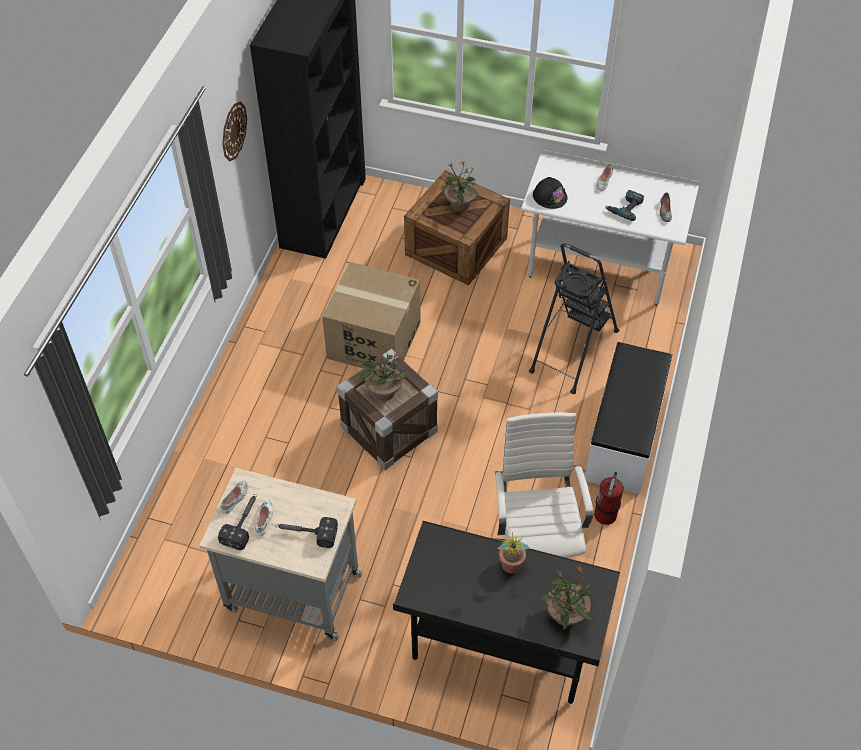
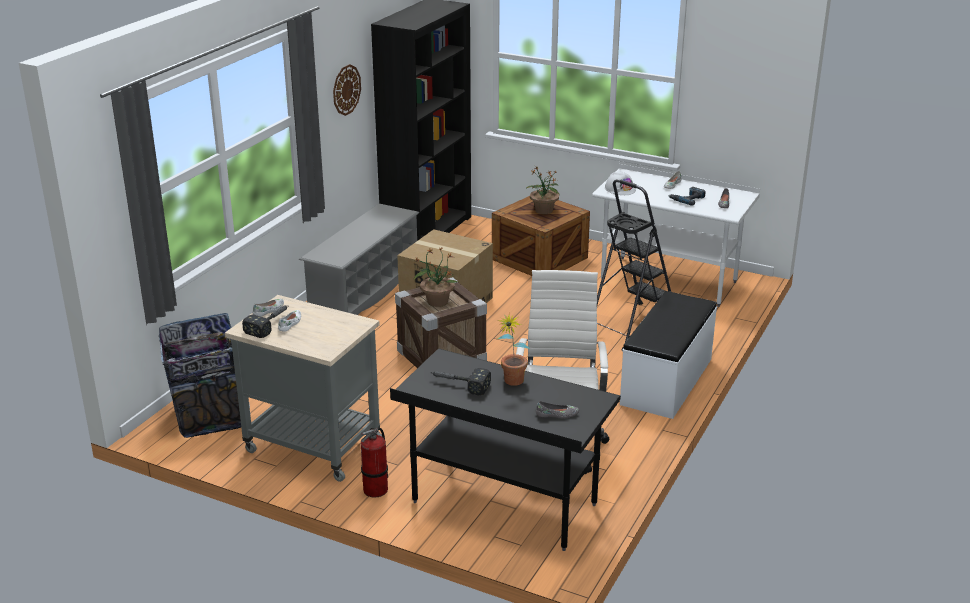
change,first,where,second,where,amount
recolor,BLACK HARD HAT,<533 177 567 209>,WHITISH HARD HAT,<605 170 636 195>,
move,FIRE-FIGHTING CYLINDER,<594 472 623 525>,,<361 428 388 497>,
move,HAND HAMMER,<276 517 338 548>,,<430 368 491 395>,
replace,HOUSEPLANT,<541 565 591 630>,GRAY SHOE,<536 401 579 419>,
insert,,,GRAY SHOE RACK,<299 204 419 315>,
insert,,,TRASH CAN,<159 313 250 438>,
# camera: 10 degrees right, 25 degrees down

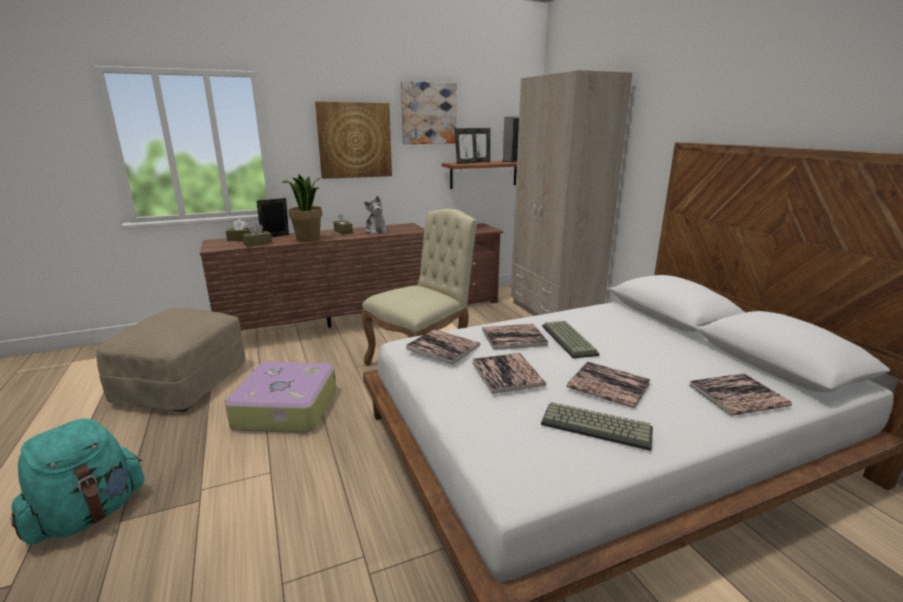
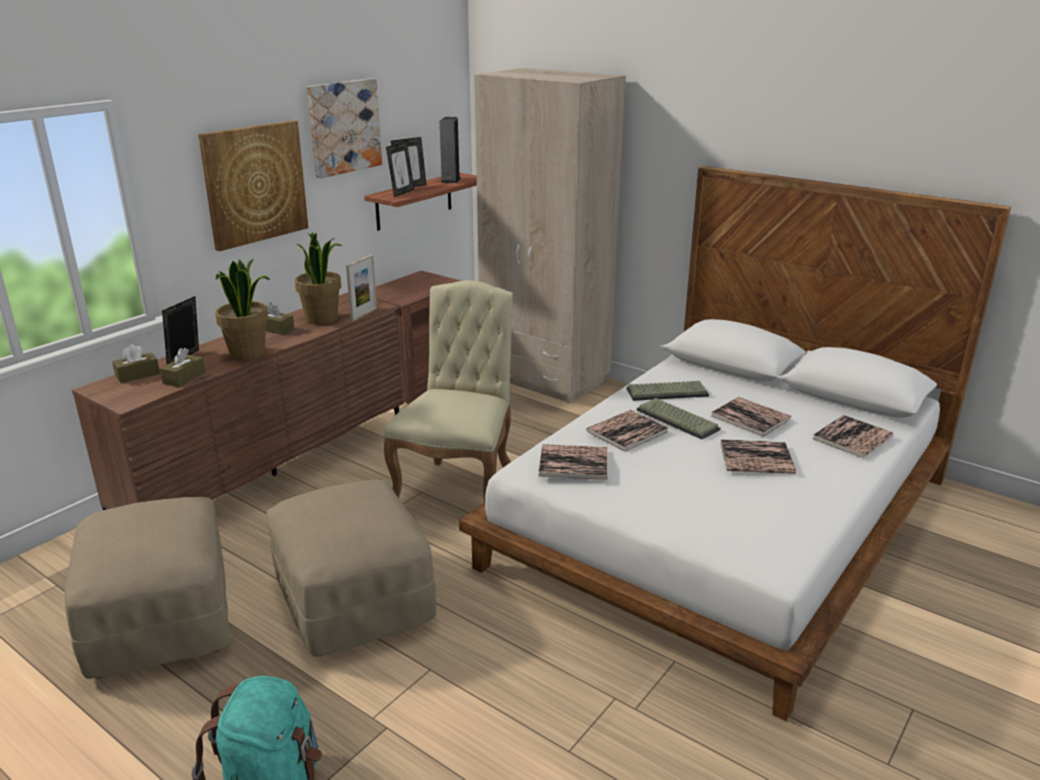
change,first,where,second,where,amount
replace,CUDDLY TOY,<364 196 388 234>,HOUSEPLANT,<295 232 342 325>,
move,VOLUME,<472 353 546 394>,,<711 397 791 437>,
replace,PIECE OF LUGGAGE,<225 362 336 433>,SAND-COLOURED OTTOMAN,<267 480 436 657>,
move,PC KEYBOARD,<541 402 653 451>,,<627 381 709 401>,
insert,,,PHOTO FRAME,<346 255 377 321>,
# camera: 30 degrees left, 5 degrees up

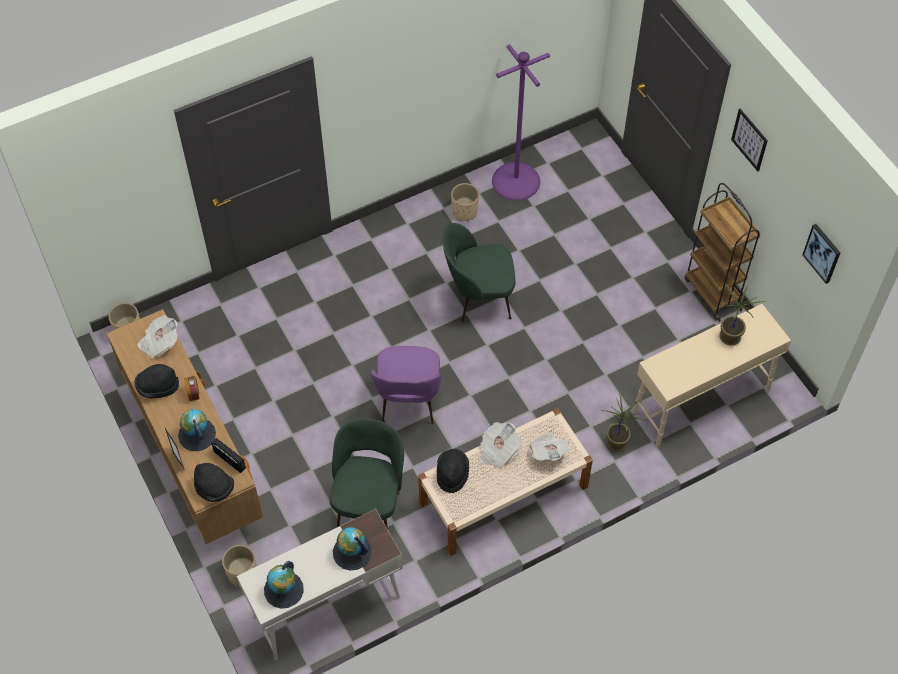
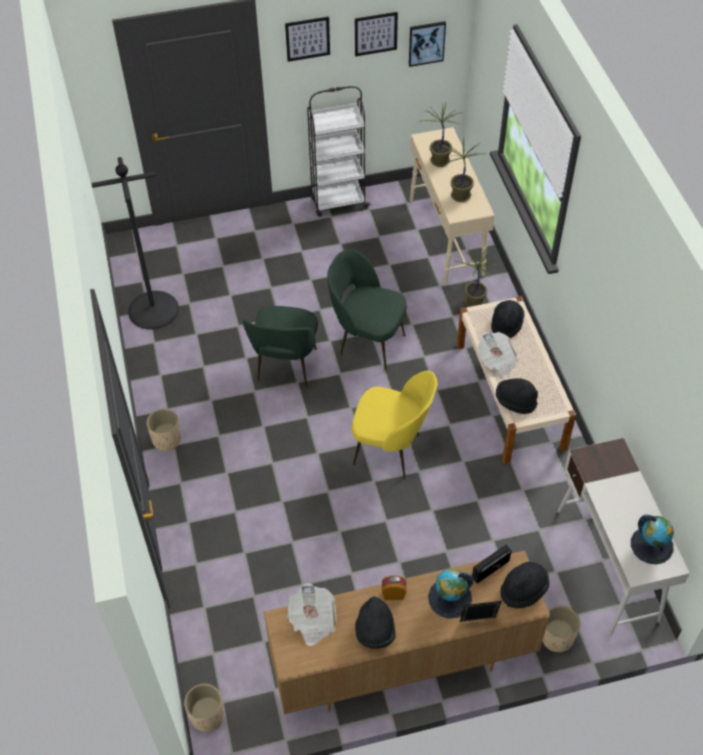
change,first,where,second,where,amount
recolor,PURPLISH CLOTHES RACK,<492 44 550 201>,BLACK CLOTHES RACK,<91 157 179 329>,
move,SAND-COLOURED FLOWER POT,<451 183 479 221>,,<147 409 181 451>,
recolor,BROWNISH WHEELED CART,<685 183 760 322>,WHITISH WHEELED CART,<307 86 371 217>,
recolor,PURPLISH CHAIR,<371 346 441 424>,YELLOW-COLOURED CHAIR,<352 371 438 478>,
move,GREEN CHAIR,<330 418 404 529>,,<327 250 407 371>,
replace,DAILY PAPER,<529 432 570 461>,BLACK HAT,<491 300 525 338>,
delete,GLOBE,<333 527 372 570>,,,
insert,,,WALL PICTURE,<355 12 398 56>,
insert,,,HOUSEPLANT,<443 138 486 202>,
# camera: 75 degrees left, 5 degrees down

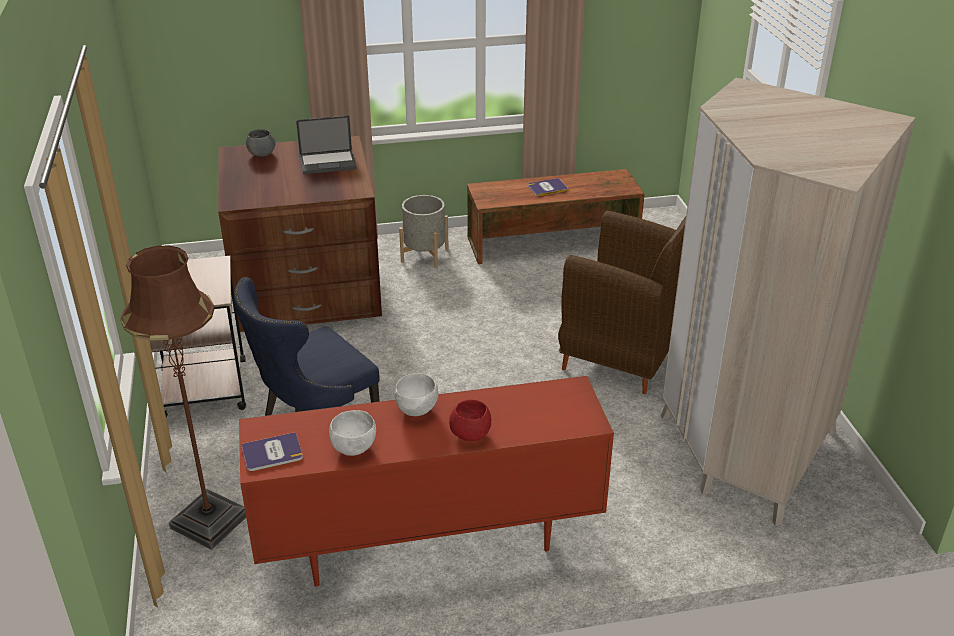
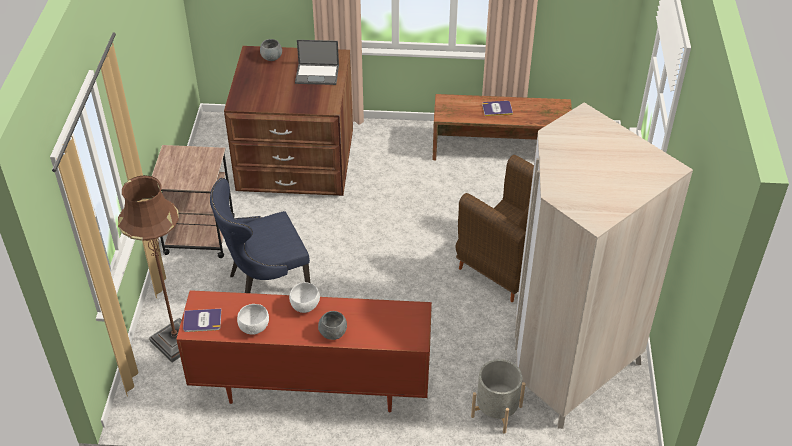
change,first,where,second,where,amount
move,GRAY FLOWER POT,<399 195 449 268>,,<471 359 526 434>,
recolor,RED-COLOURED DEEP DISH,<449 399 491 441>,GRAY DEEP DISH,<318 311 347 340>,
# camera: 15 degrees right, 10 degrees up

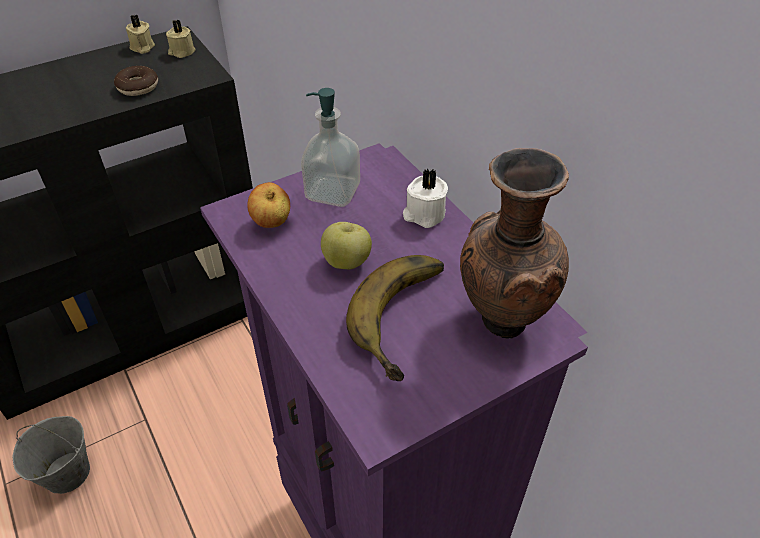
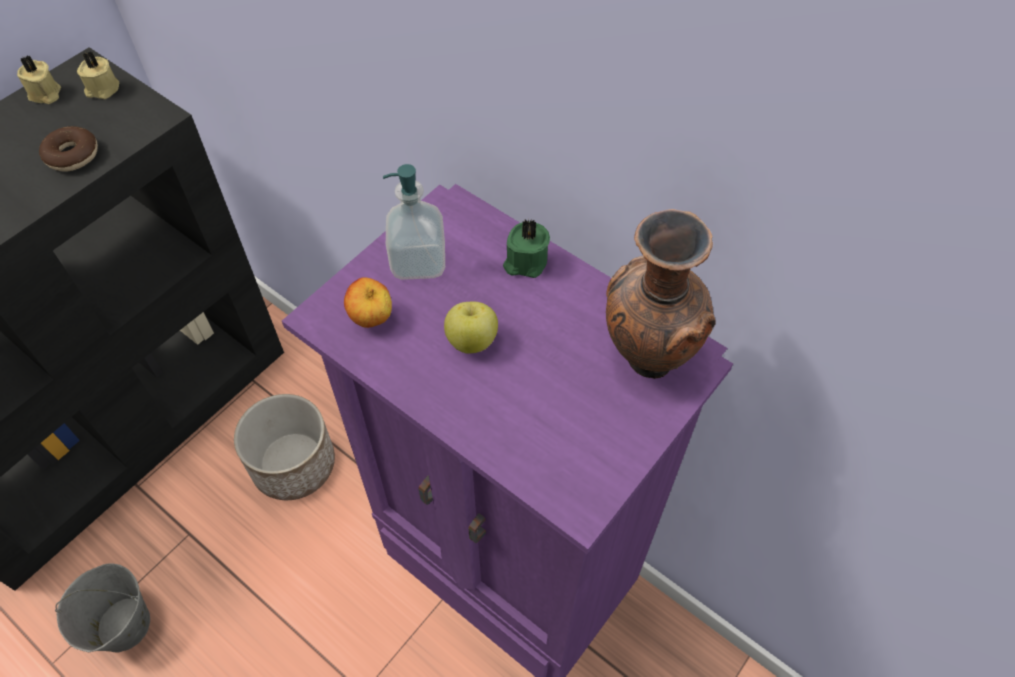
change,first,where,second,where,amount
recolor,WHITISH WAX LIGHT,<403 169 448 228>,GREEN WAX LIGHT,<503 218 550 278>,
delete,BANANA,<346 255 444 381>,,,
insert,,,FLOWER POT,<234 394 335 500>,
# camera: 20 degrees left, 10 degrees up

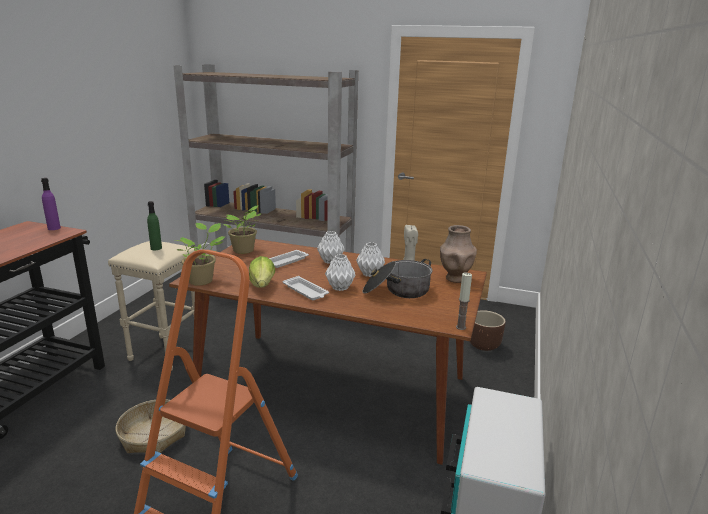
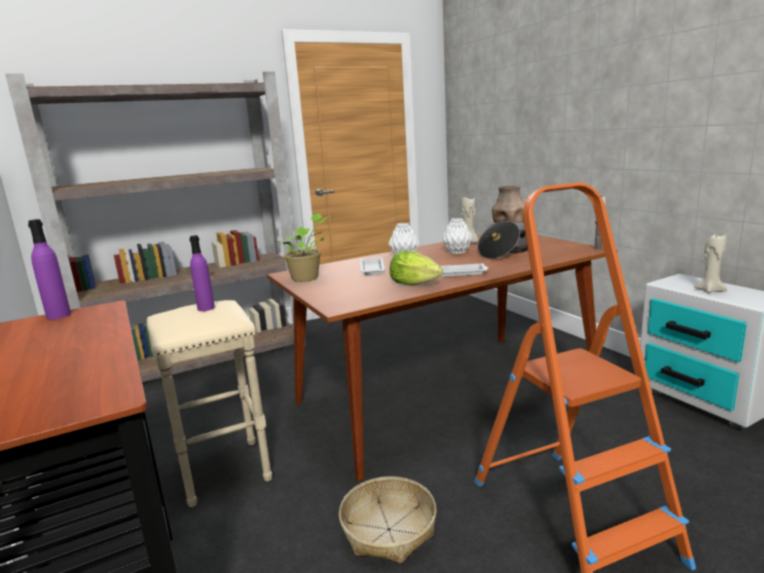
change,first,where,second,where,amount
recolor,GREEN BEVERAGE BOTTLE,<147 201 162 250>,PURPLISH BEVERAGE BOTTLE,<190 235 215 311>,
delete,HOUSEPLANT,<176 223 226 286>,,,
delete,WHITISH VASE,<325 254 355 291>,,,
delete,BROWNISH FLOWER POT,<469 310 506 351>,,,
insert,,,SAND-COLOURED WAX LIGHT,<694 234 727 293>,
# camera: 45 degrees left, 5 degrees down

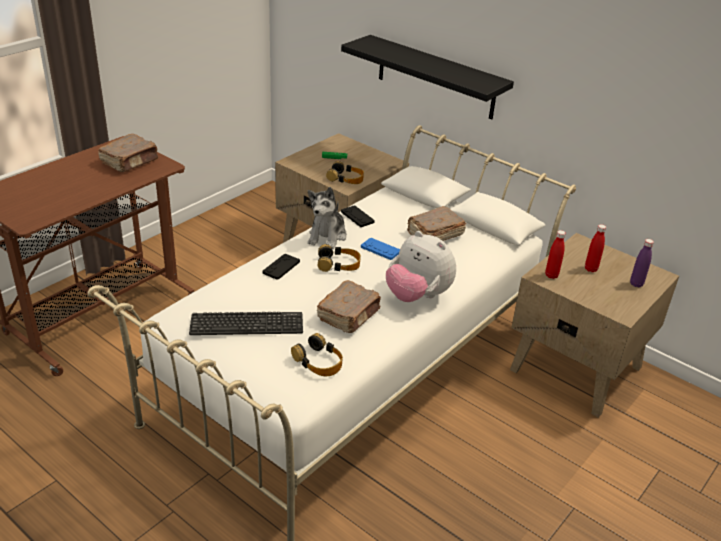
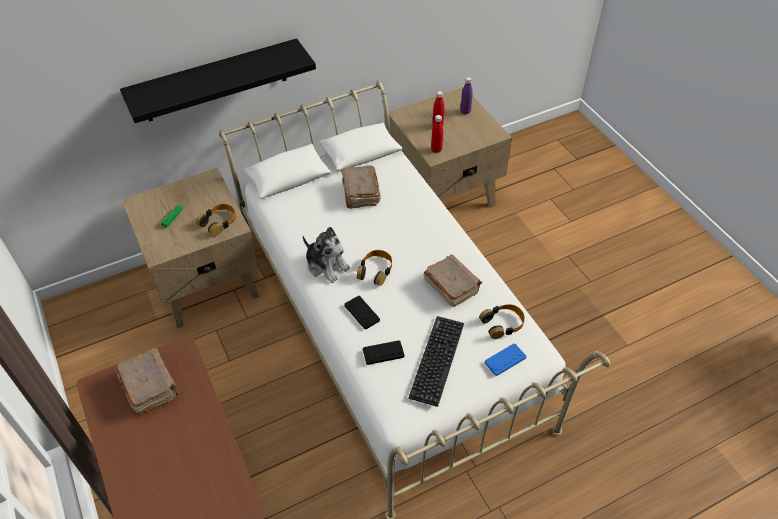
change,first,where,second,where,amount
move,BLACK JOYPAD,<341 206 375 227>,,<363 340 404 365>,
delete,CUDDLY TOY,<386 231 456 302>,,,
move,BLUE JOYPAD,<361 238 400 260>,,<485 344 526 376>,
# camera: 65 degrees left, 15 degrees up

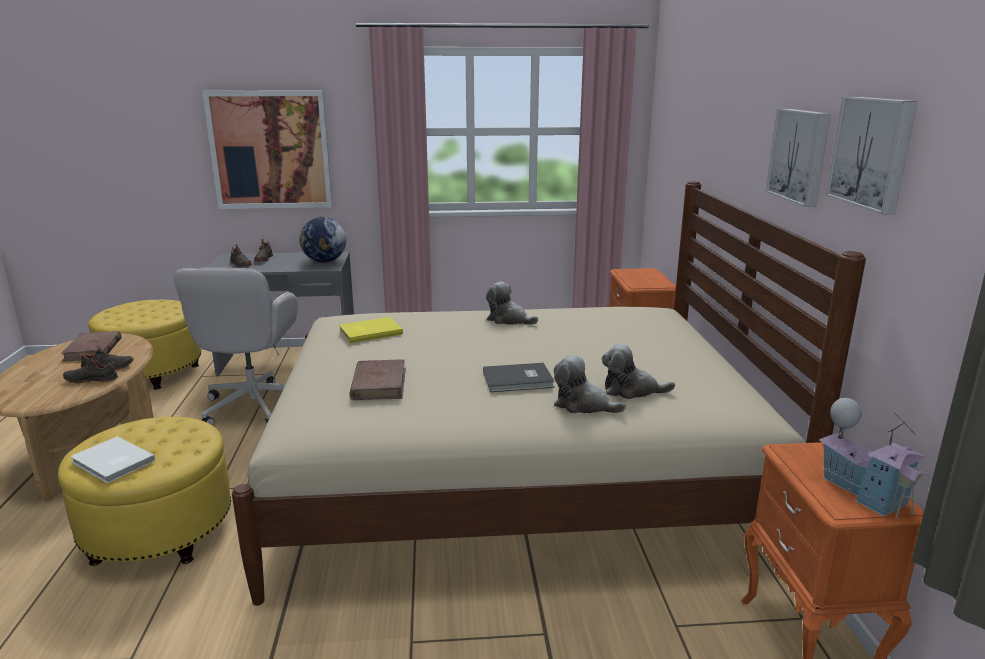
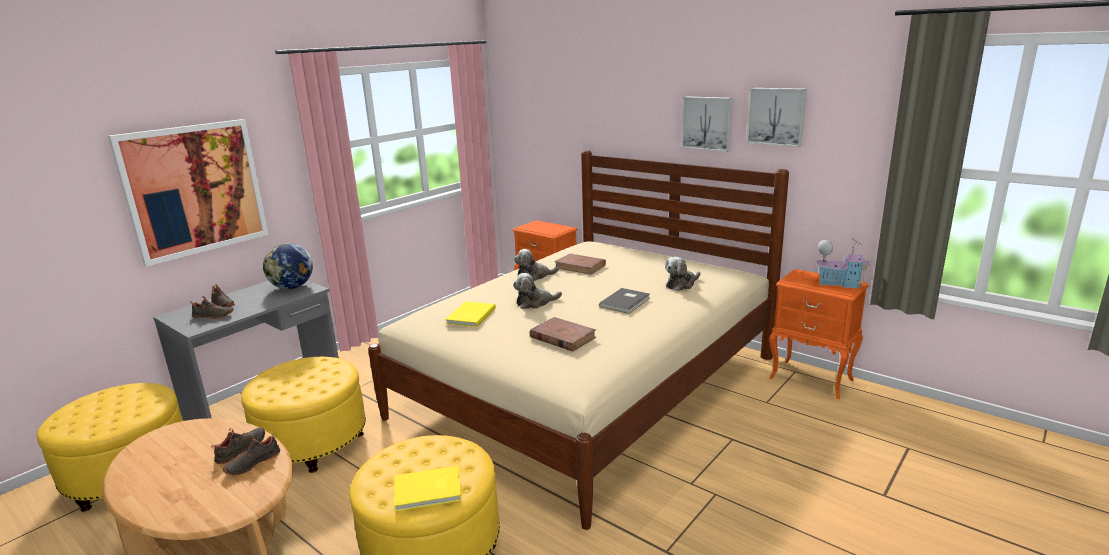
change,first,where,second,where,amount
replace,WHITISH DESK CHAIR,<174 268 298 426>,YELLOW-COLOURED OTTOMAN,<241 357 366 473>,
move,BROWNISH VOLUME,<61 331 122 361>,,<555 253 606 275>,
move,CUDDLY TOY,<554 355 626 413>,,<513 273 562 309>,
recolor,WHITISH VOLUME,<70 436 155 483>,YELLOW-COLOURED VOLUME,<394 466 462 512>,
# camera: 45 degrees left, 0 degrees up

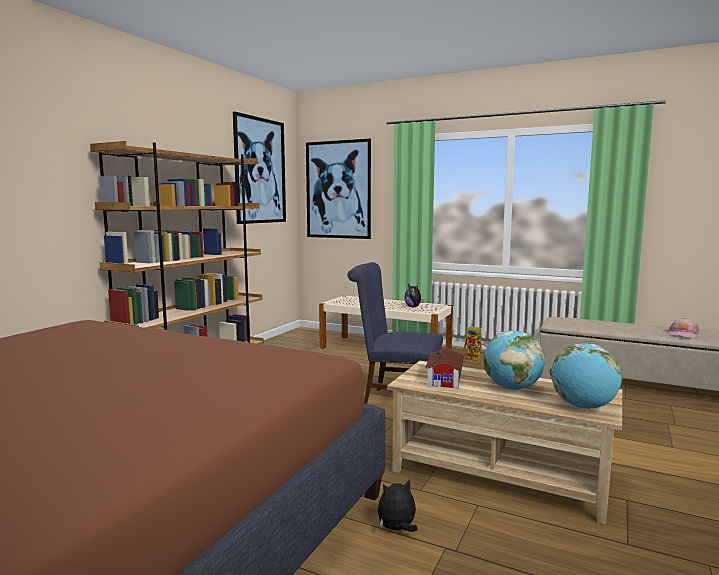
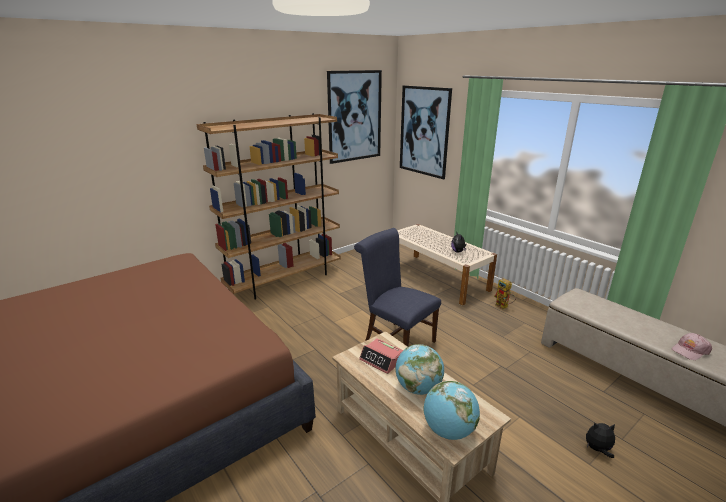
change,first,where,second,where,amount
replace,MODEL HOUSE,<425 348 464 388>,BEDSIDE CLOCK,<359 338 403 374>,
move,CUDDLY TOY,<378 479 418 532>,,<586 422 615 458>,
# camera: 25 degrees right, 15 degrees up

